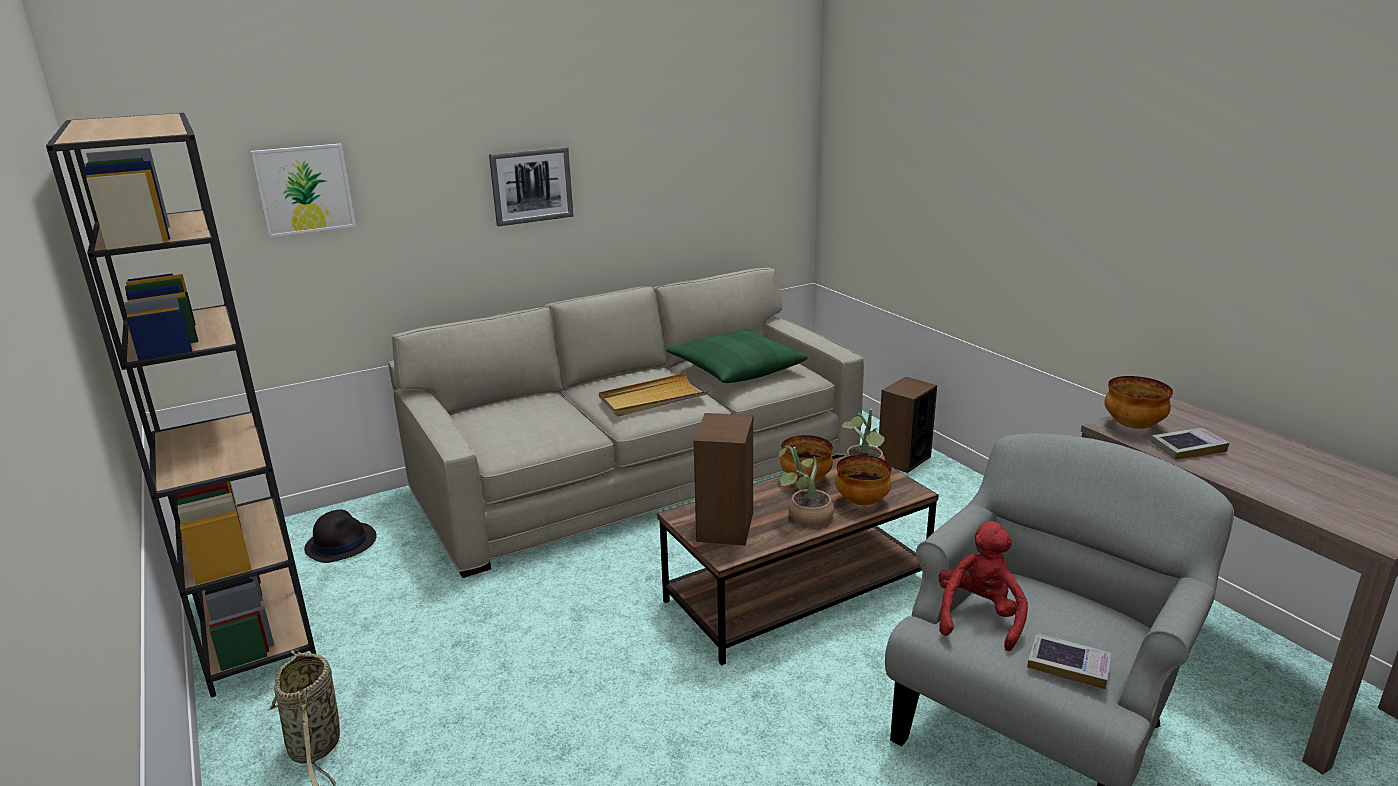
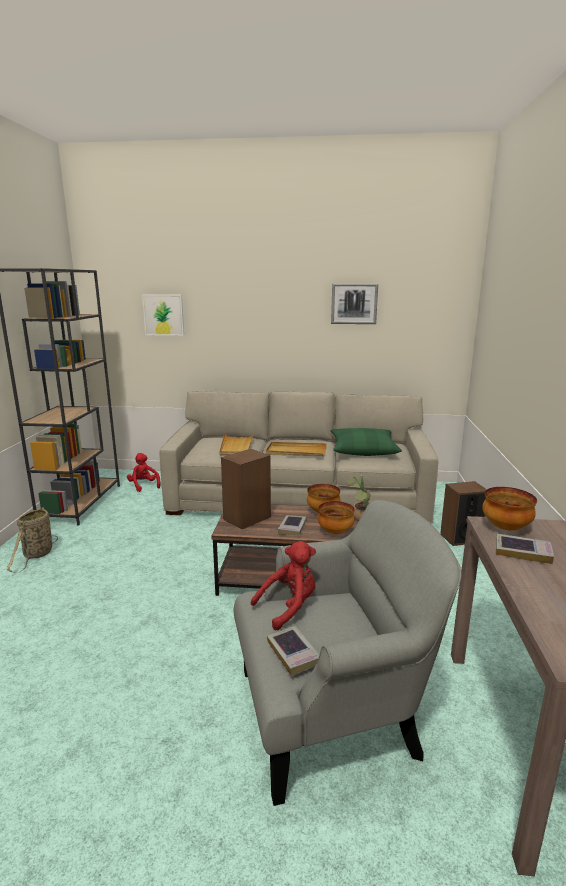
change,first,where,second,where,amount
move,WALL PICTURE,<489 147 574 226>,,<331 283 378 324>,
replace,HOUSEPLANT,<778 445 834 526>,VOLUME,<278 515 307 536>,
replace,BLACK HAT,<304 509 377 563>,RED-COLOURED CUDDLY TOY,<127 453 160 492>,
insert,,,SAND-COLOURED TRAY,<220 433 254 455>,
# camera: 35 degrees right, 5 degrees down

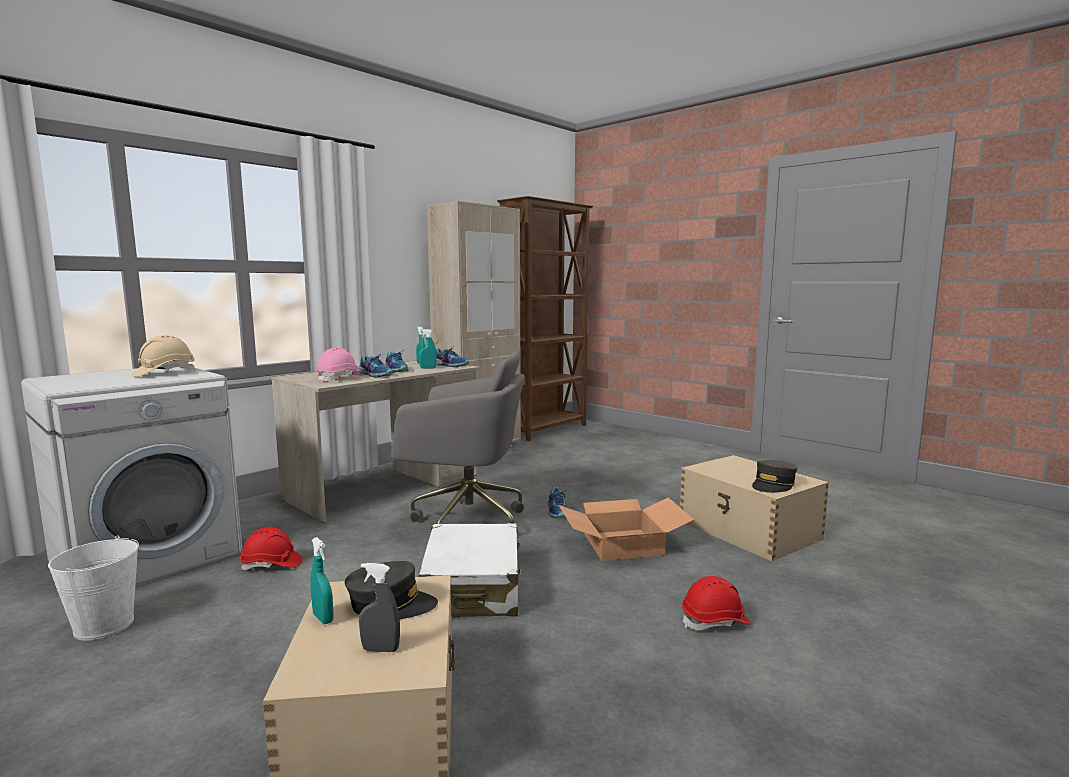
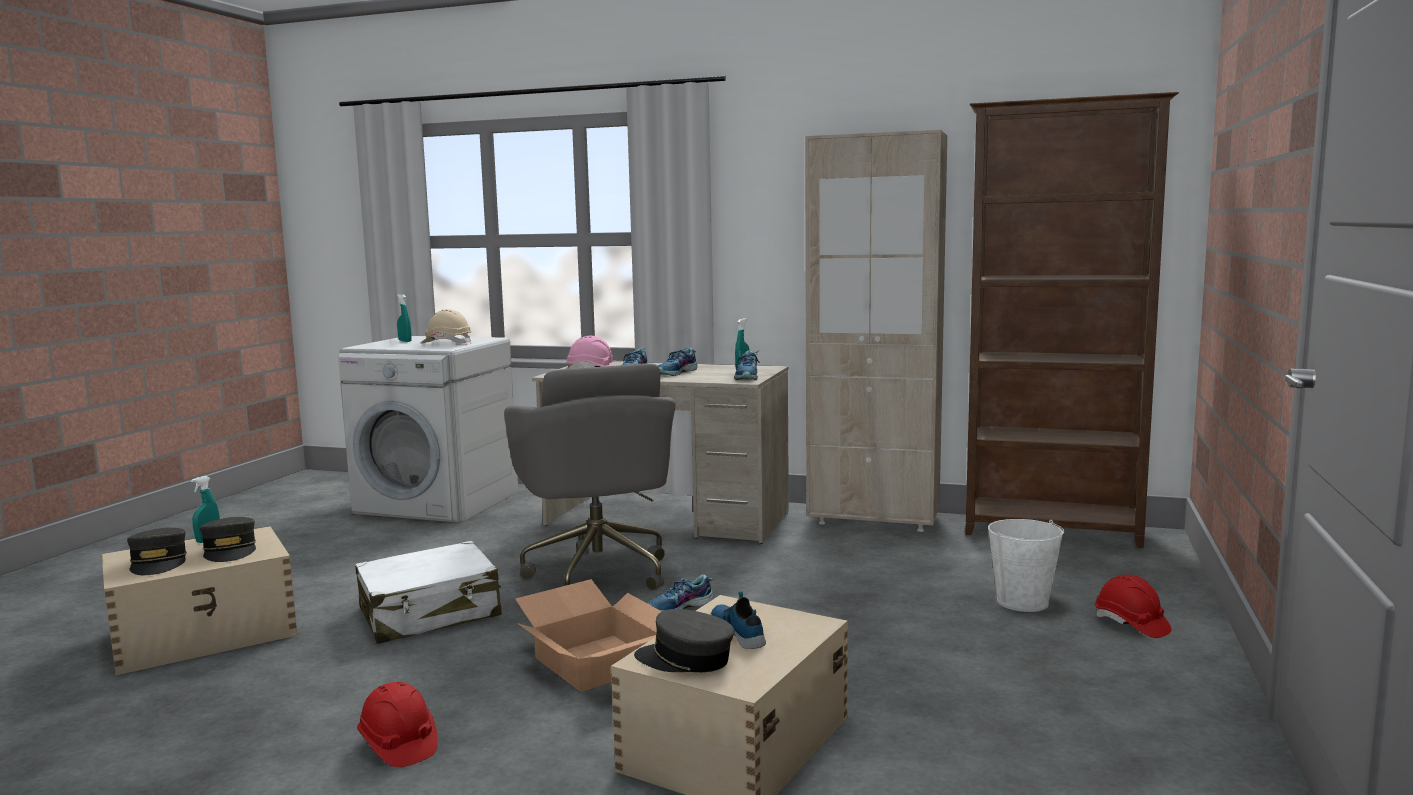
change,first,where,second,where,amount
move,TURQUOISE SPRAYER,<419 329 437 369>,,<397 294 412 342>,
move,RED-COLOURED HARD HAT,<240 527 302 570>,,<1095 574 1172 638>,
move,WHITISH PAIL,<48 535 139 641>,,<988 519 1064 612>,
replace,GRAY SPRAYER,<359 563 400 652>,GRAY BASEBALL CAP,<127 528 187 575>,
insert,,,SHOE,<710 591 766 649>,
# camera: 65 degrees right, 0 degrees up

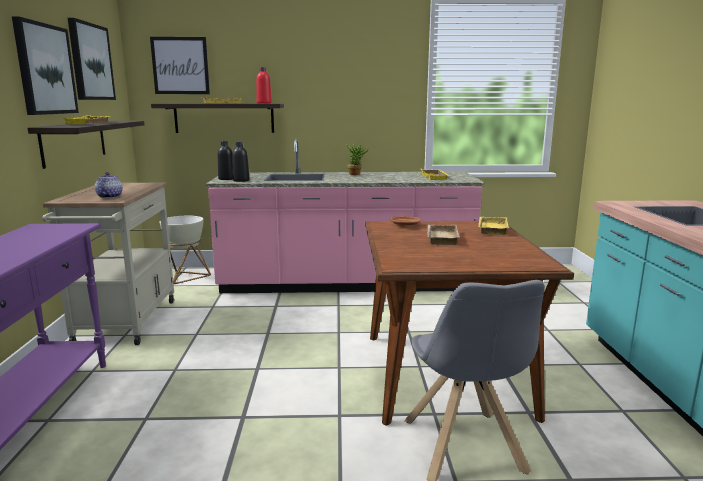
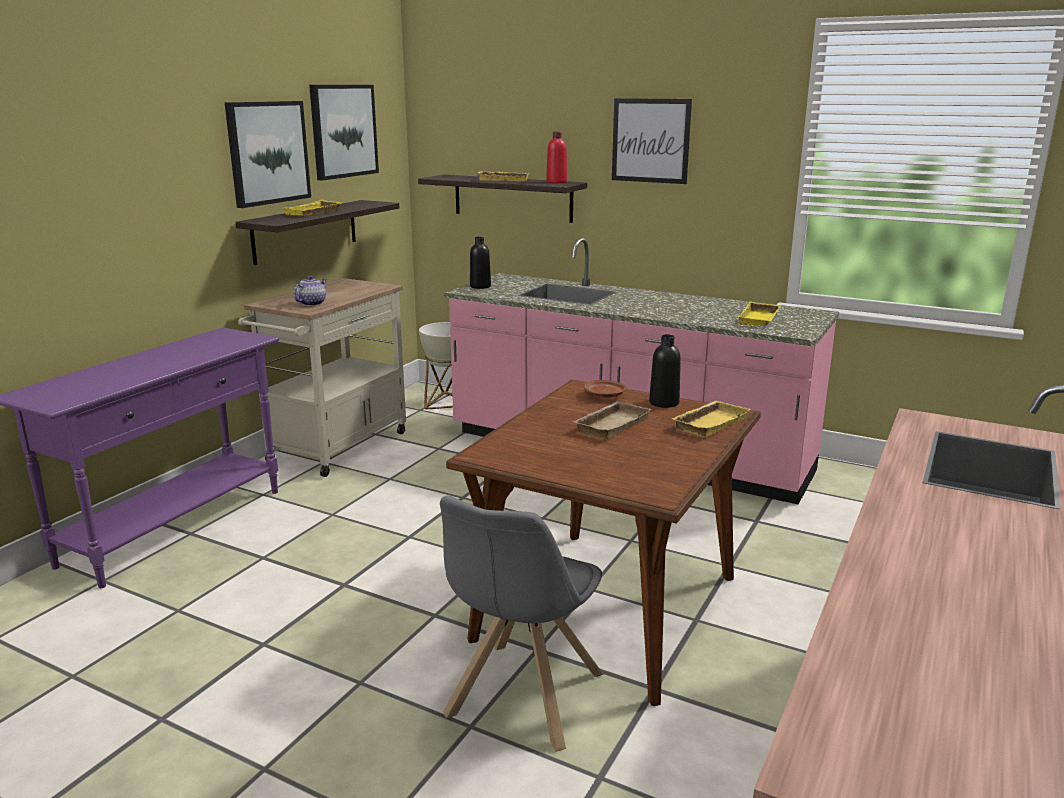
change,first,where,second,where,amount
move,WALL PICTURE,<150 37 210 94>,,<612 98 692 184>,
move,BLACK BEVERAGE BOTTLE,<232 142 250 182>,,<649 334 681 408>,
delete,HOUSEPLANT,<346 144 368 175>,,,
# camera: 30 degrees right, 5 degrees up

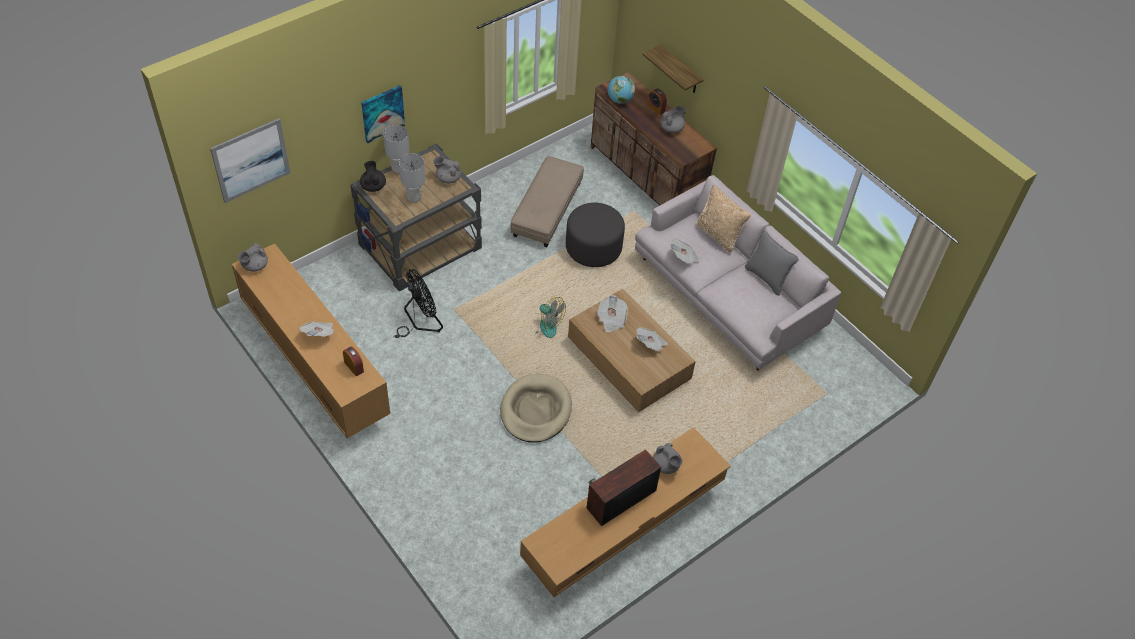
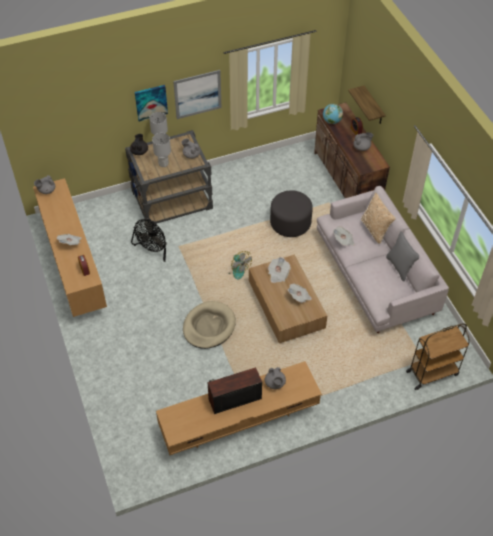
change,first,where,second,where,amount
move,WALL PICTURE,<210 118 290 203>,,<173 70 222 119>,
delete,SAND-COLOURED OTTOMAN,<510 156 584 247>,,,
rotate,BLACK COOLING FAN,<395 269 443 338>,,<131 219 167 262>,135 degrees clockwise
insert,,,BROWNISH WHEELED CART,<406 324 470 390>,
# camera: 20 degrees right, 0 degrees up

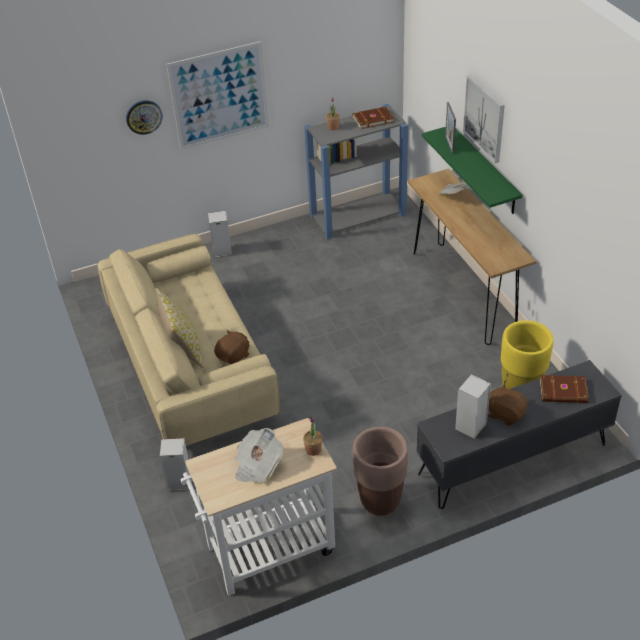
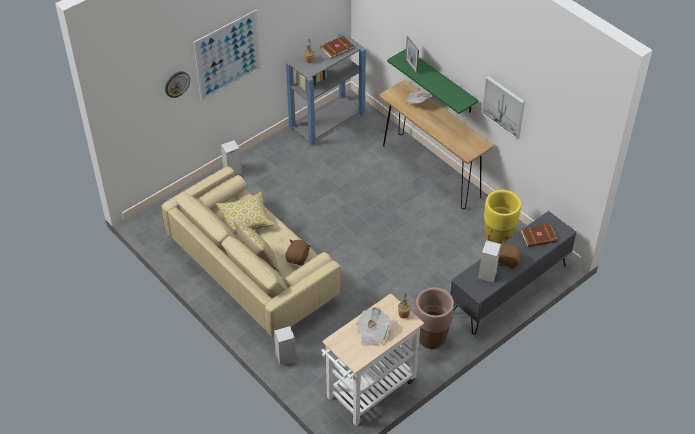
change,first,where,second,where,amount
move,WALL PICTURE,<463 75 505 163>,,<482 76 525 140>,
insert,,,CUSHION,<216 192 275 235>,
# camera: 20 degrees left, 5 degrees up

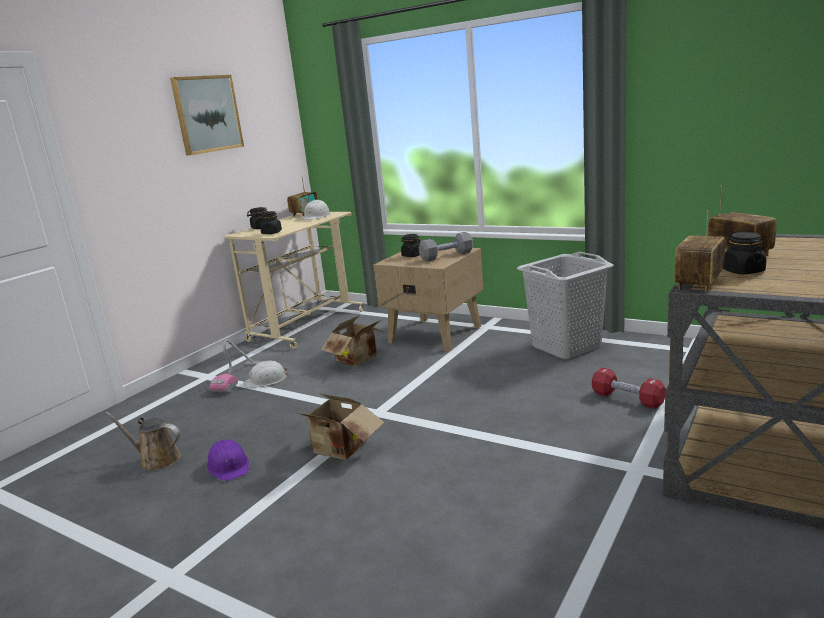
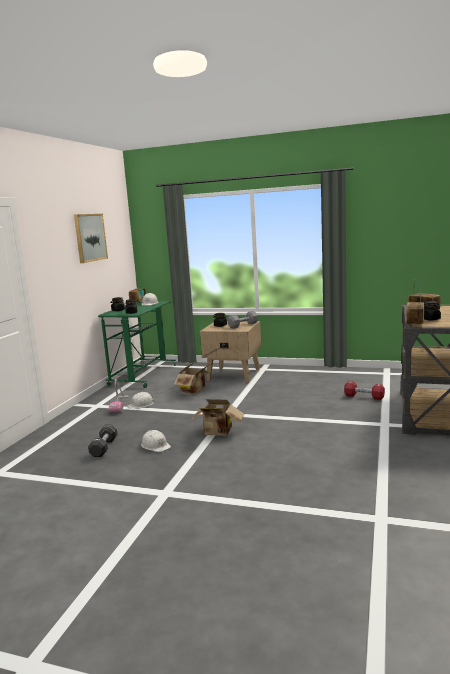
change,first,where,second,where,amount
recolor,SAND-COLOURED DESK UNIT,<225 212 363 349>,GREEN DESK UNIT,<98 301 176 388>,
delete,GRAY HAMPER,<517 251 614 359>,,,
replace,BROWNISH SPRINKLING CAN,<105 412 181 471>,BLACK FREE WEIGHT,<88 424 118 457>,
recolor,PURPLISH HARD HAT,<207 439 249 481>,WHITISH HARD HAT,<141 430 171 452>,
# camera: 15 degrees left, 5 degrees down

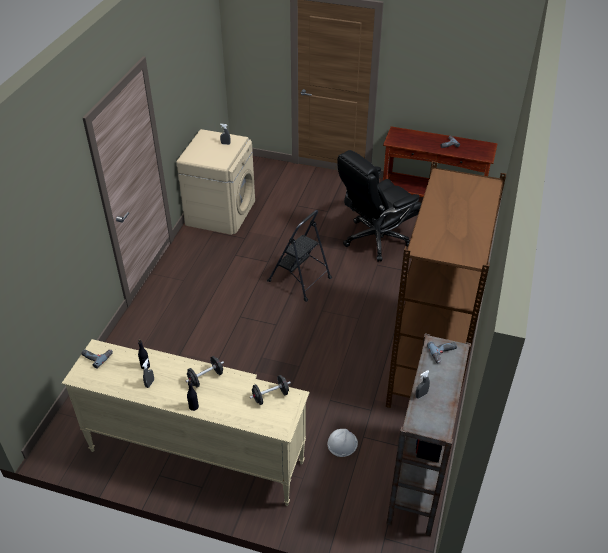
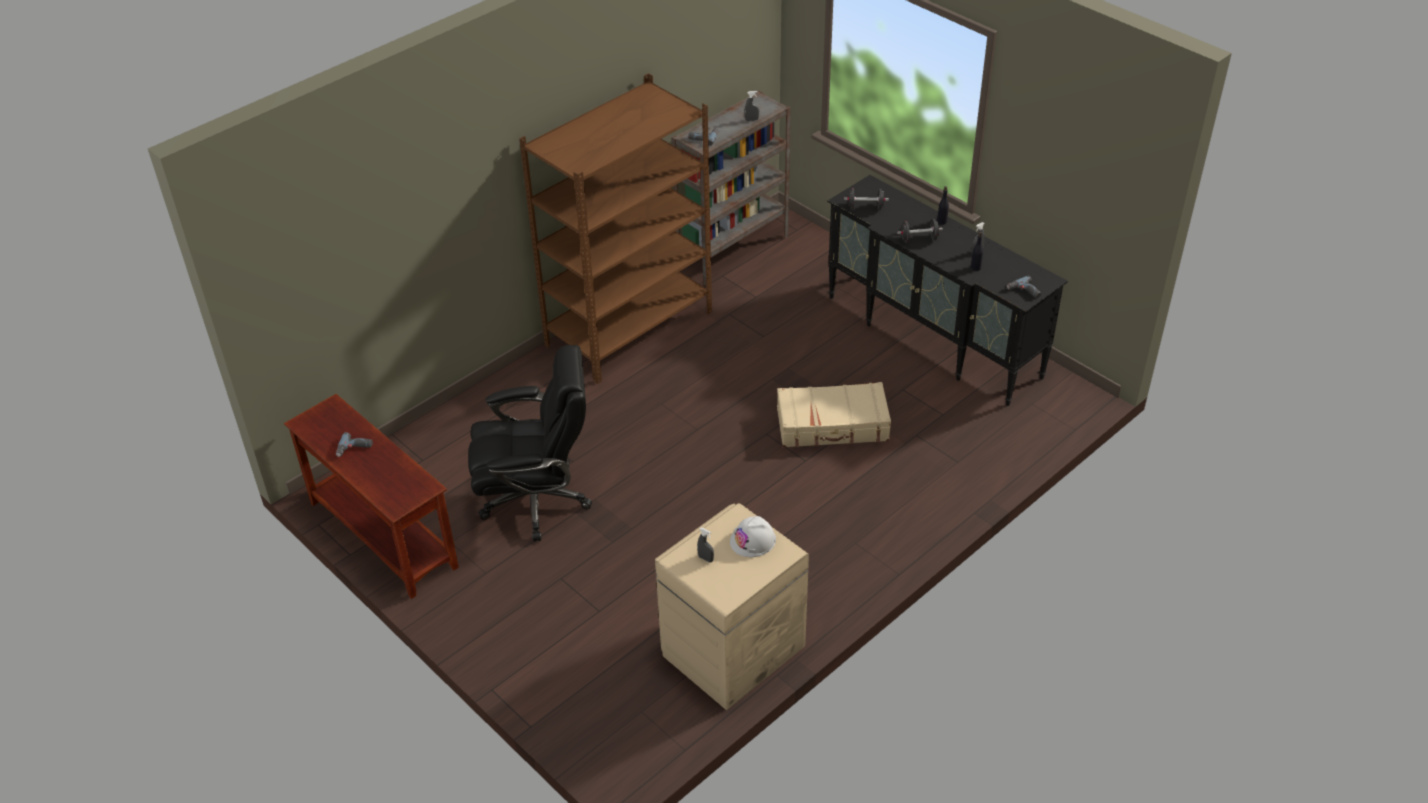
change,first,where,second,where,amount
delete,BLACK STEPLADDER,<267 210 332 302>,,,
recolor,SAND-COLOURED CABINET,<62 339 310 506>,BLACK CABINET,<827 175 1068 406>,
move,WHITISH HARD HAT,<327 429 358 457>,,<730 516 776 557>,
insert,,,SAND-COLOURED PIECE OF LUGGAGE,<777 382 891 448>,
# camera: 150 degrees left, 0 degrees up

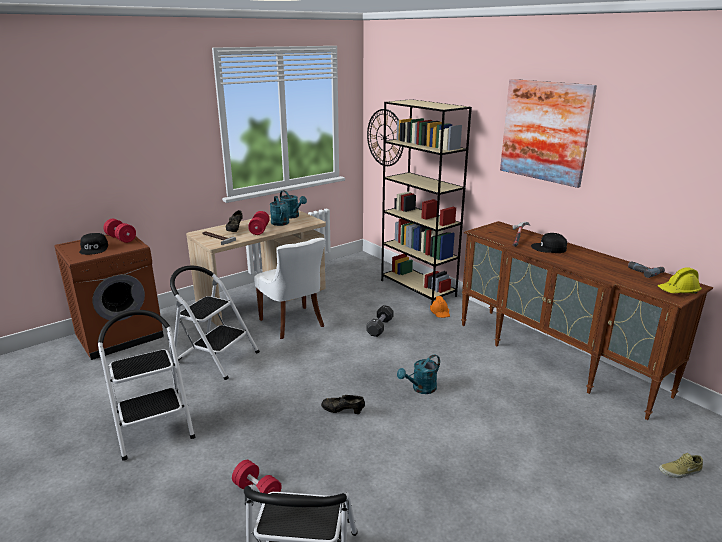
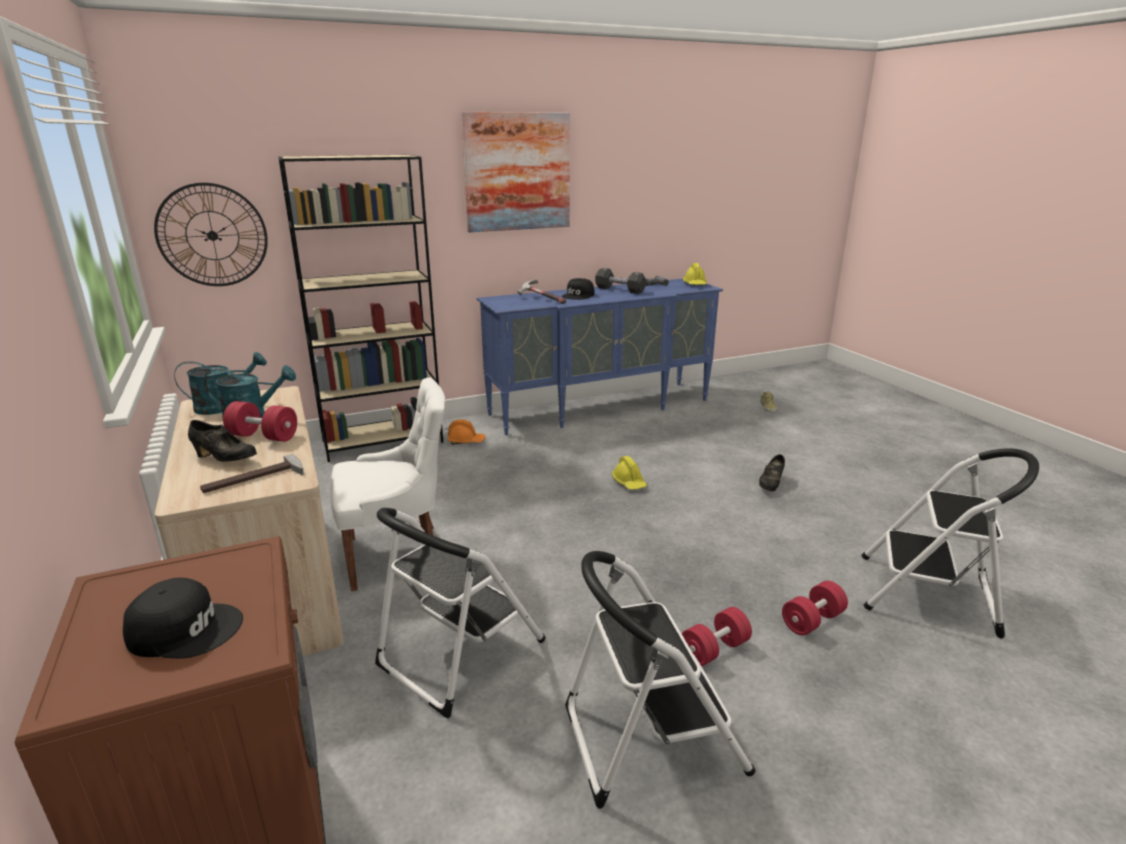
change,first,where,second,where,amount
move,RED-COLOURED FREE WEIGHT,<103 219 136 243>,,<682 607 752 666>,
recolor,BROWNISH CABINET,<461 221 713 420>,BLUE CABINET,<476 279 723 435>,
move,BLACK FREE WEIGHT,<366 305 394 337>,,<595 268 646 294>,
replace,TURQUOISE SPRINKLING CAN,<397 354 440 394>,YELLOW-COLOURED HARD HAT,<612 456 647 490>,
move,BLACK SHOE,<321 395 365 414>,,<759 454 785 492>,
# camera: 75 degrees left, 0 degrees up

